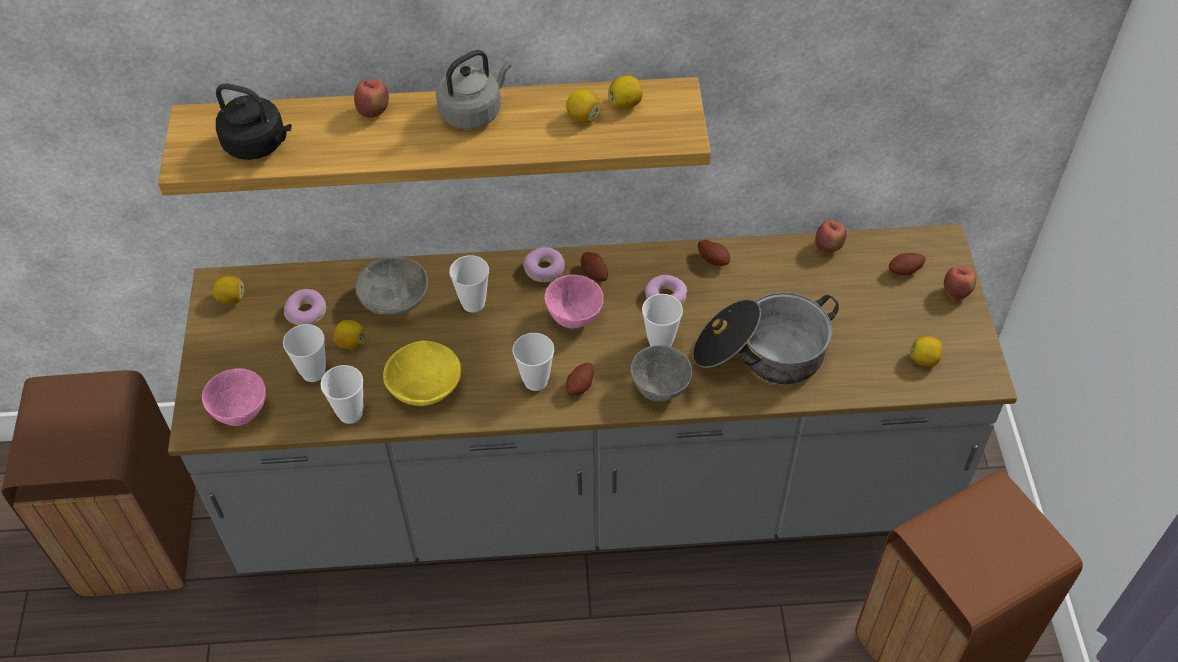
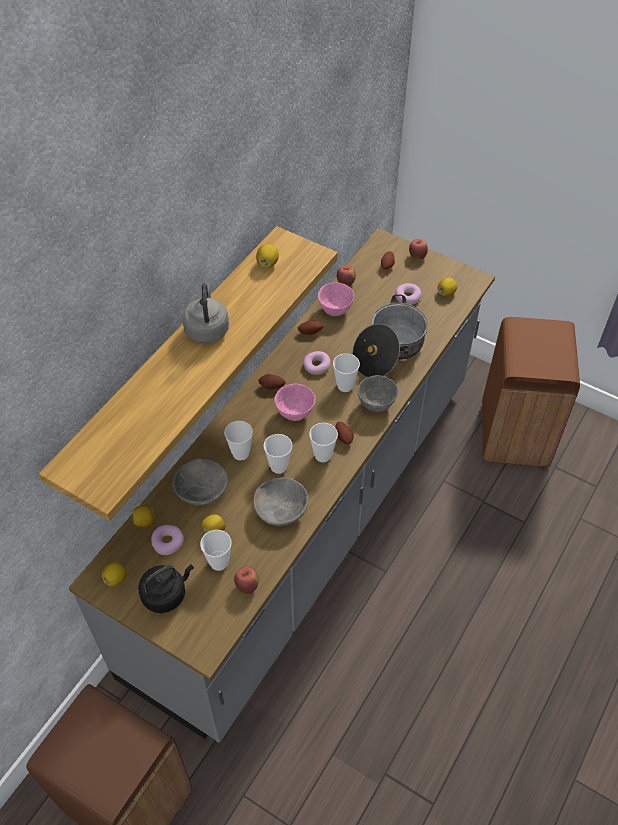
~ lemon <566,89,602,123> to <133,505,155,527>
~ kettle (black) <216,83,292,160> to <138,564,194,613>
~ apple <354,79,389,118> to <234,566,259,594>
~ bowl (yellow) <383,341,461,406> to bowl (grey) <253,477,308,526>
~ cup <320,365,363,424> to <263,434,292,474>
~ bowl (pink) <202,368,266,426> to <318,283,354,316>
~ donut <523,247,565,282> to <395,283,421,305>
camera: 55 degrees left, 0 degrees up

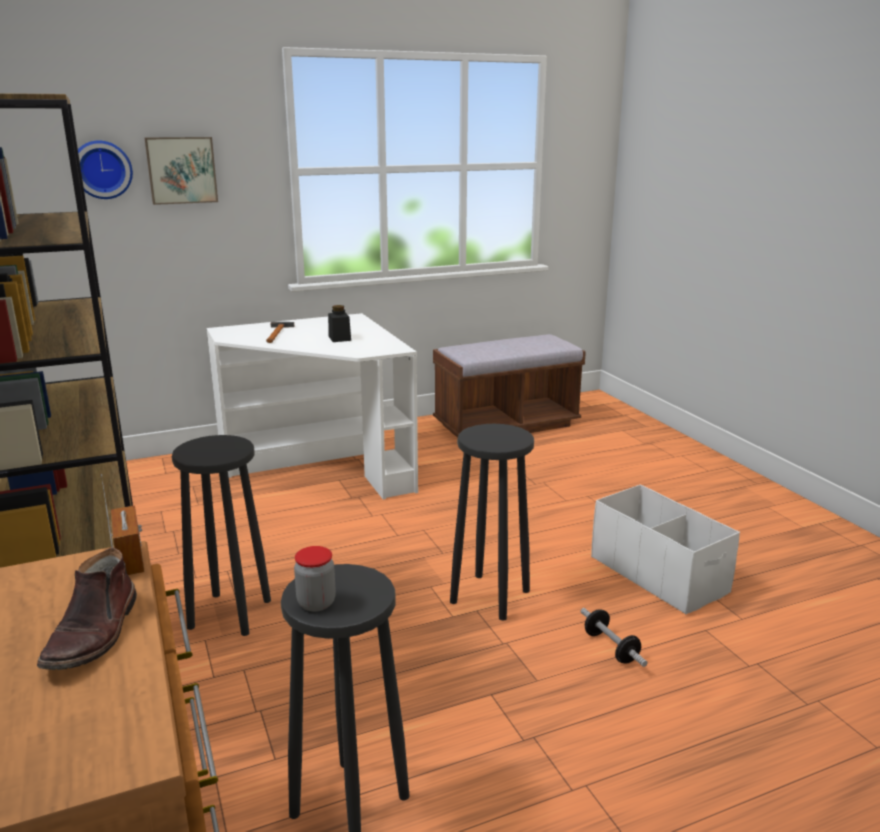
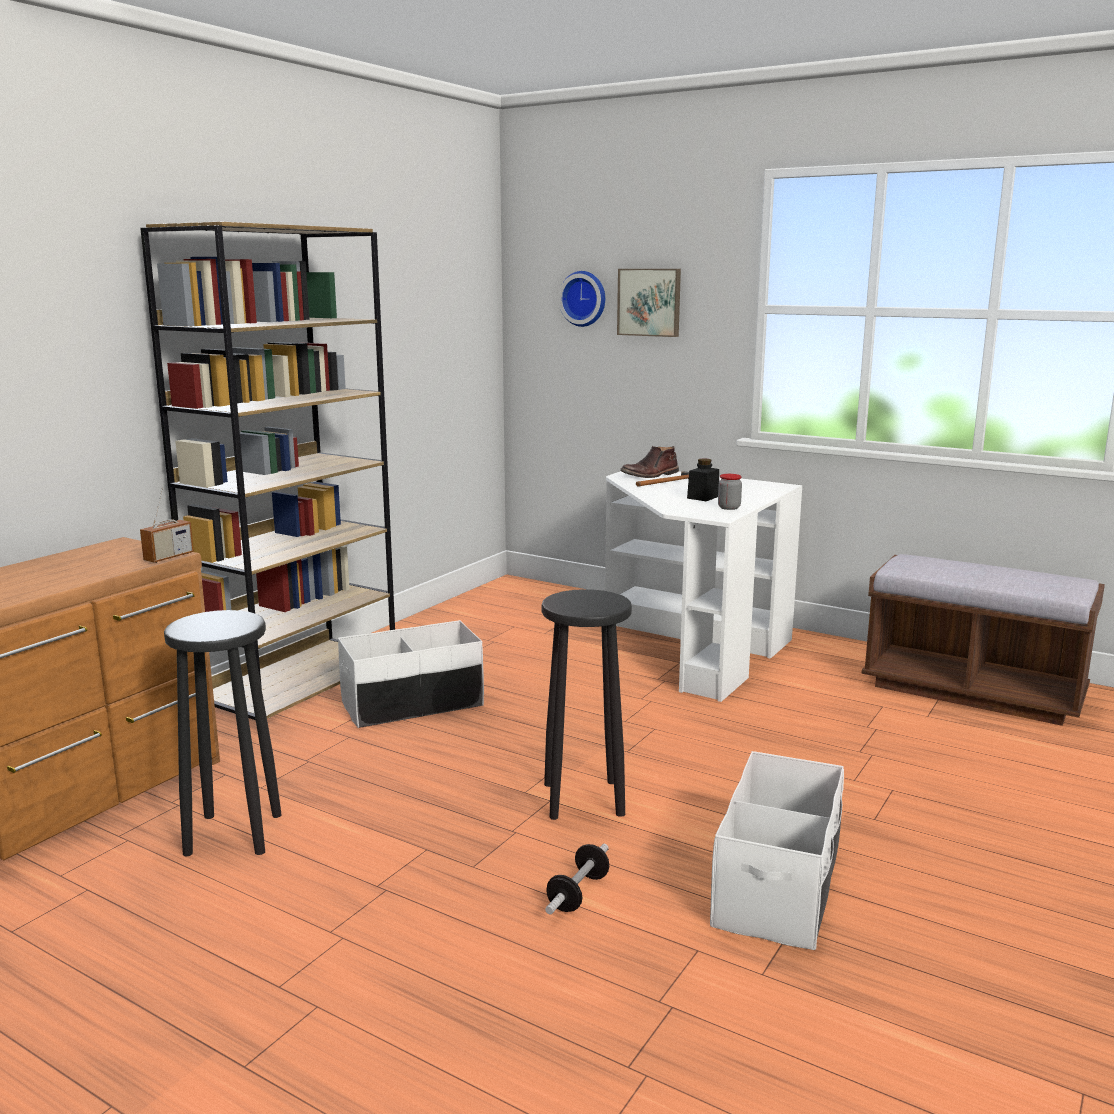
~ stool (black) <172,435,271,636> to storage box (white) <338,620,484,728>
~ boot (brown) <37,548,137,670> to <620,446,679,478>
~ jar <294,546,336,612> to <718,474,742,510>
camera: 55 degrees right, 5 degrees down

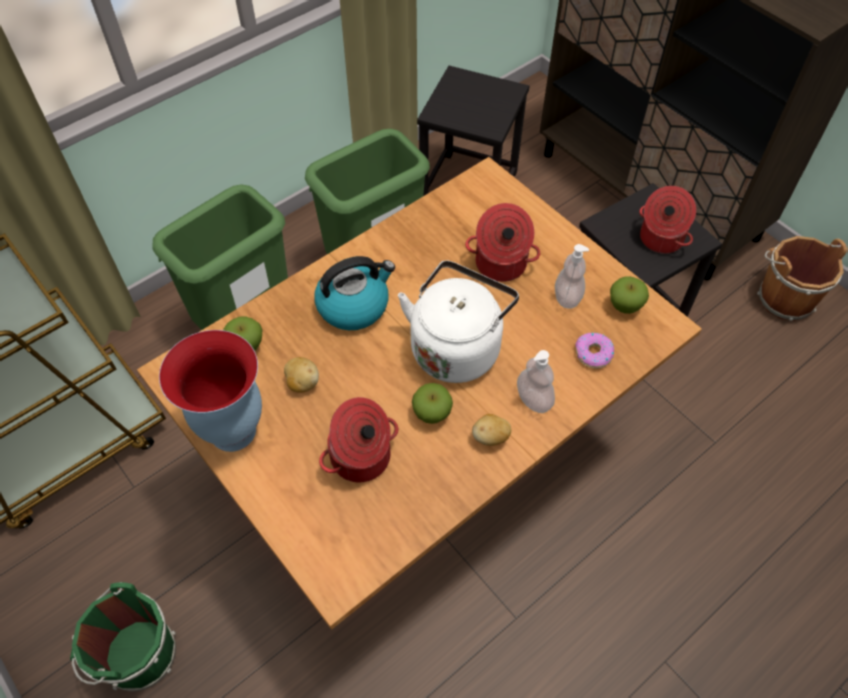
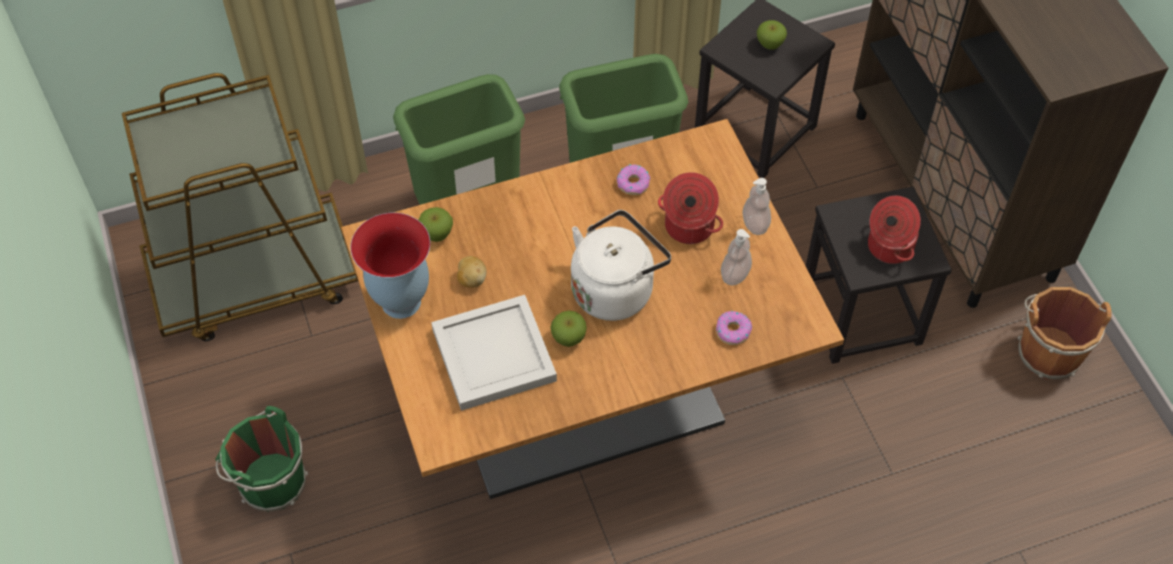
~ cooking pot <319,397,399,482> to tray (white) <431,295,557,411>
+ donut <617,164,650,195>
~ soap dispenser <517,350,555,413> to <742,178,771,235>
~ apple <610,276,649,314> to <757,20,787,50>
- kettle <314,256,395,330>
- potato <472,414,511,446>
camera: 20 degrees right, 0 degrees up

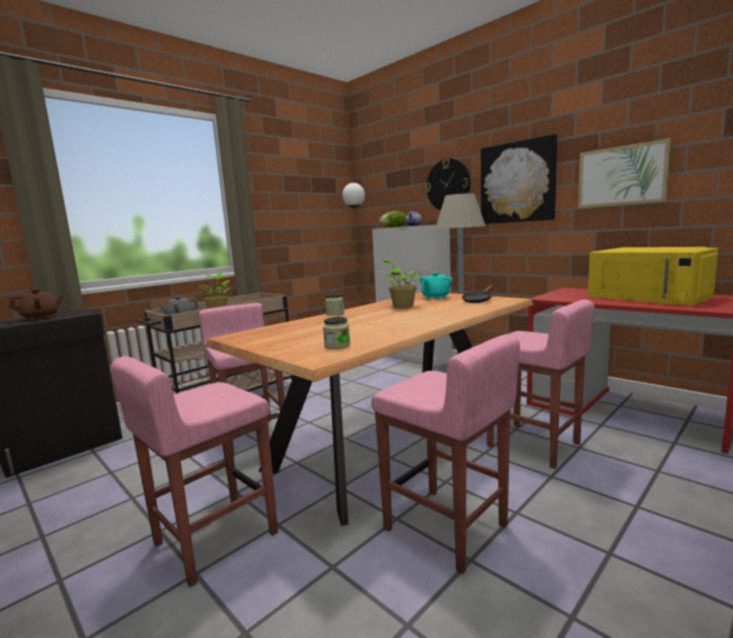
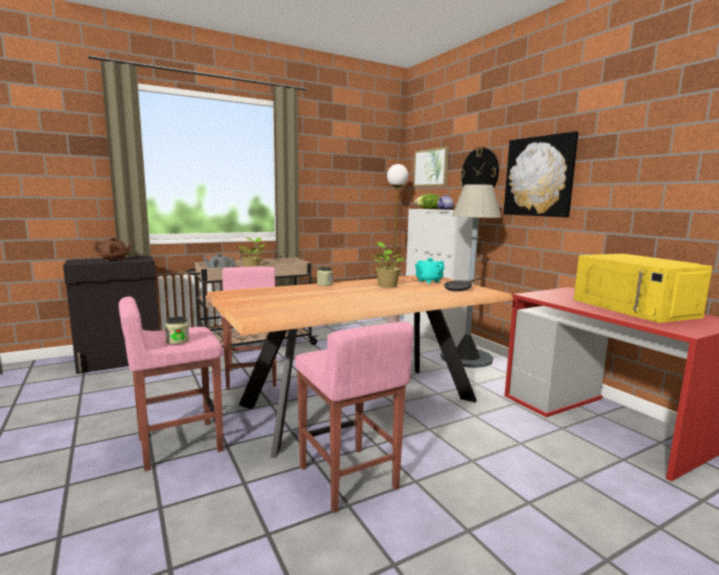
~ jar <323,317,350,349> to <165,316,189,344>
~ picture <578,138,671,208> to <413,147,449,187>
- stool (pink) <487,299,595,469>
camera: 15 degrees right, 0 degrees up

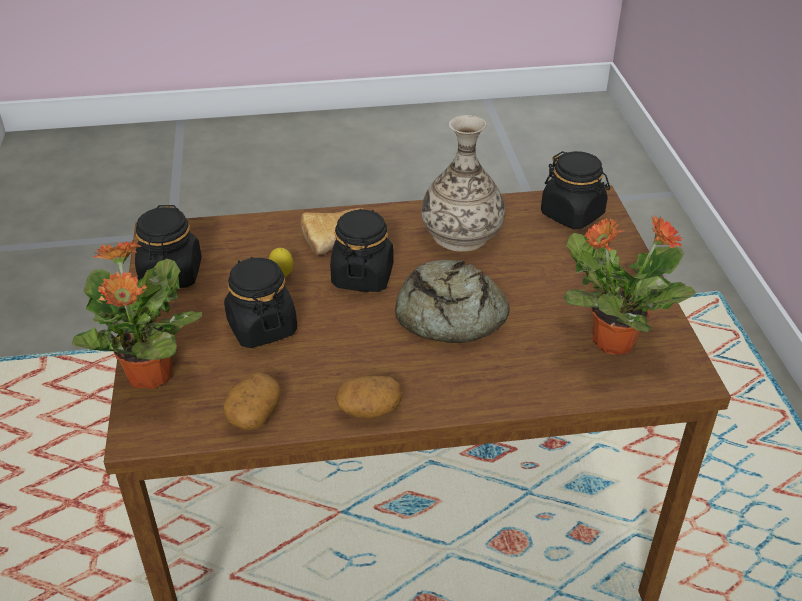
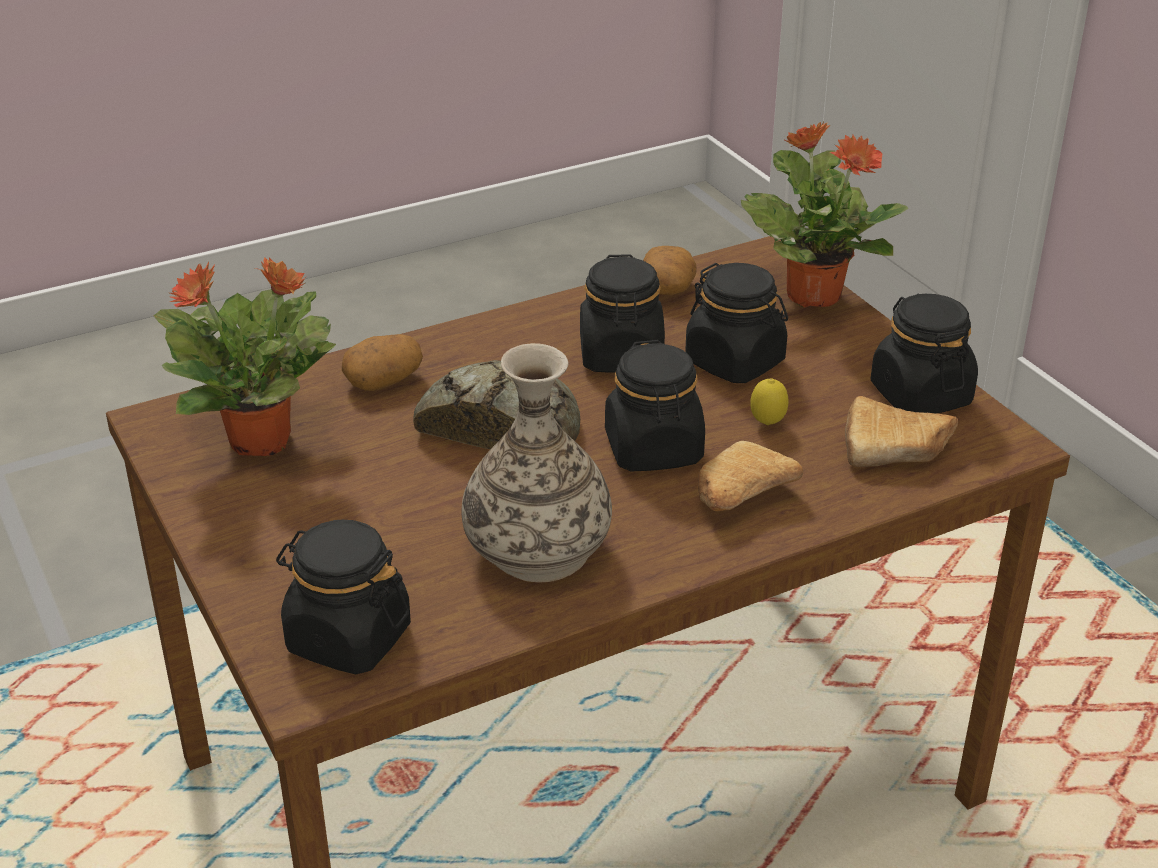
~ potato <335,376,402,419> to <342,334,423,391>
+ jar (black) <580,254,665,373>
+ bread <845,396,958,467>
camera: 160 degrees right, 5 degrees down

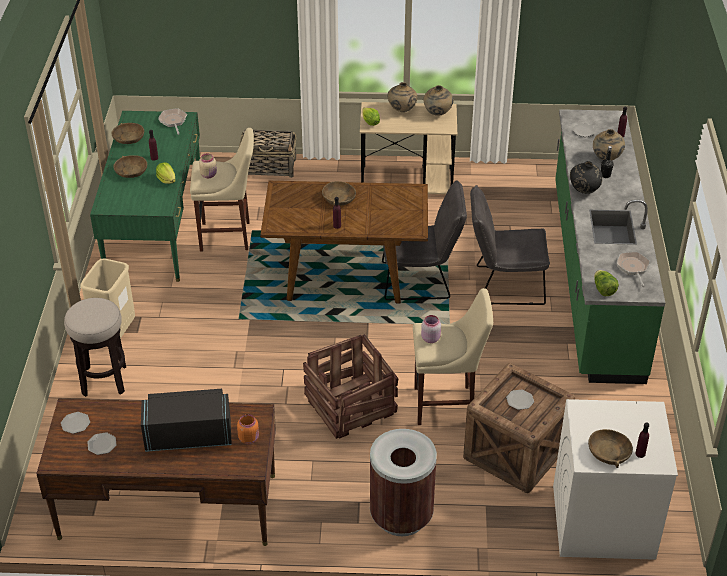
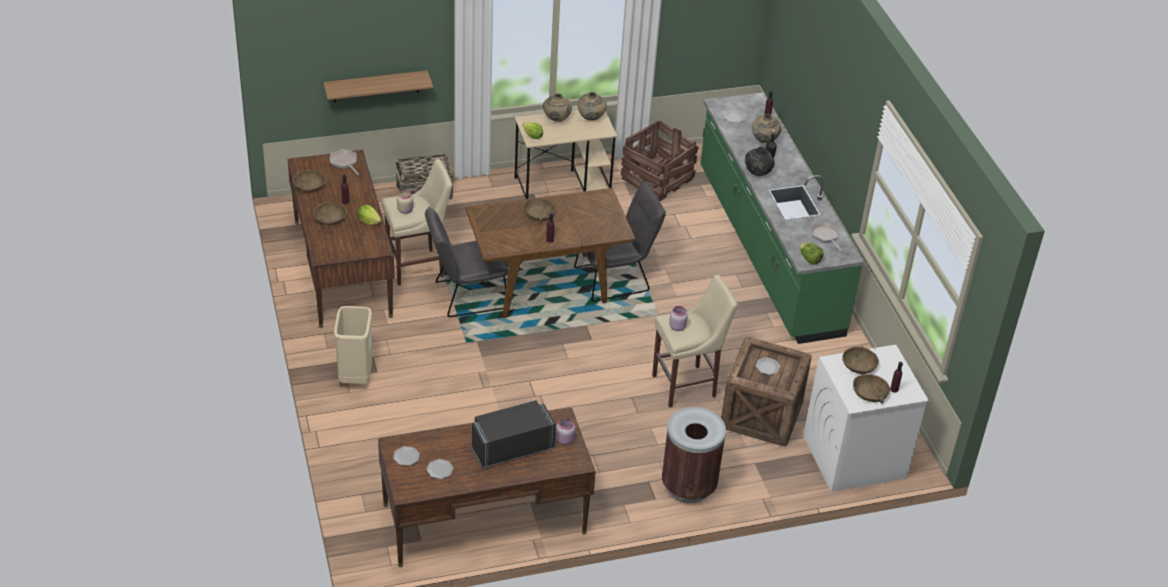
~ desk (green) <90,111,200,282> to desk (brown) <288,150,394,328>
+ shelf <323,70,433,102>
~ chair (grey) <470,185,550,305> to <425,206,508,317>
~ jar (orange) <237,414,259,444> to jar (pink) <556,418,575,445>
~ crate <303,334,398,439> to <621,121,698,201>
+ bowl (brown) <842,345,879,374>
- stool <64,298,126,397>
camera: 20 degrees left, 0 degrees up

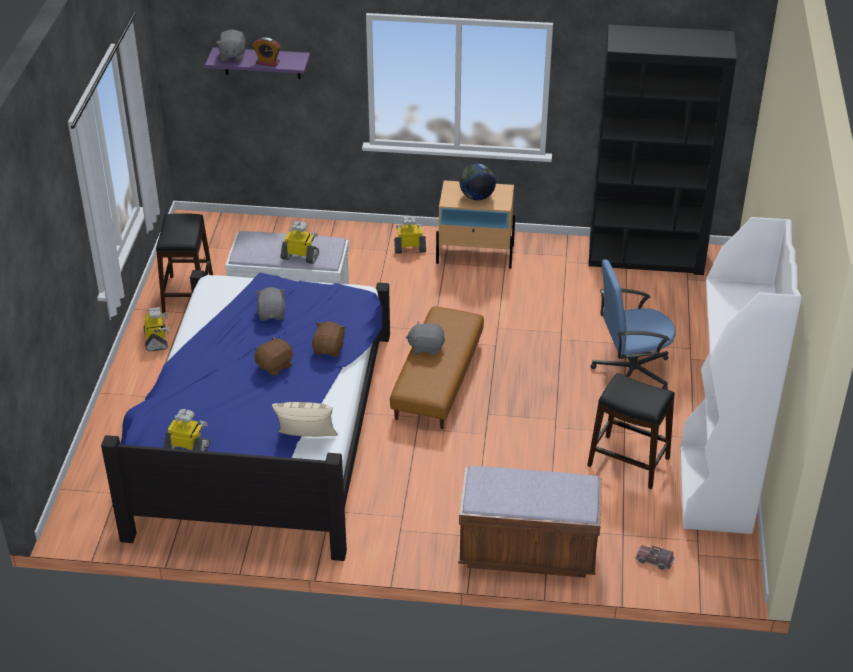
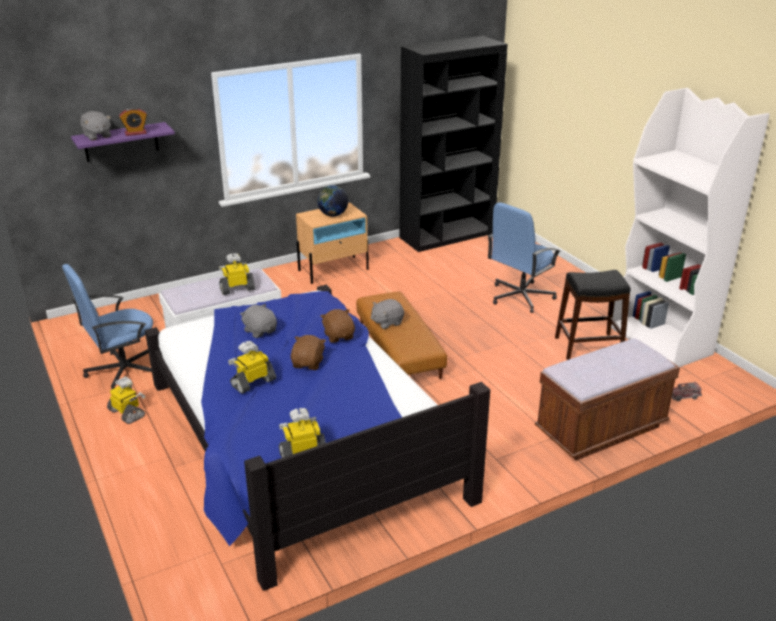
~ stool (black) <156,213,213,314> to office chair (blue) <62,264,153,390>
~ toy robot <394,216,426,254> to <228,341,276,394>
- pillow (beige) <272,402,338,437>
camera: 35 degrees left, 10 degrees down

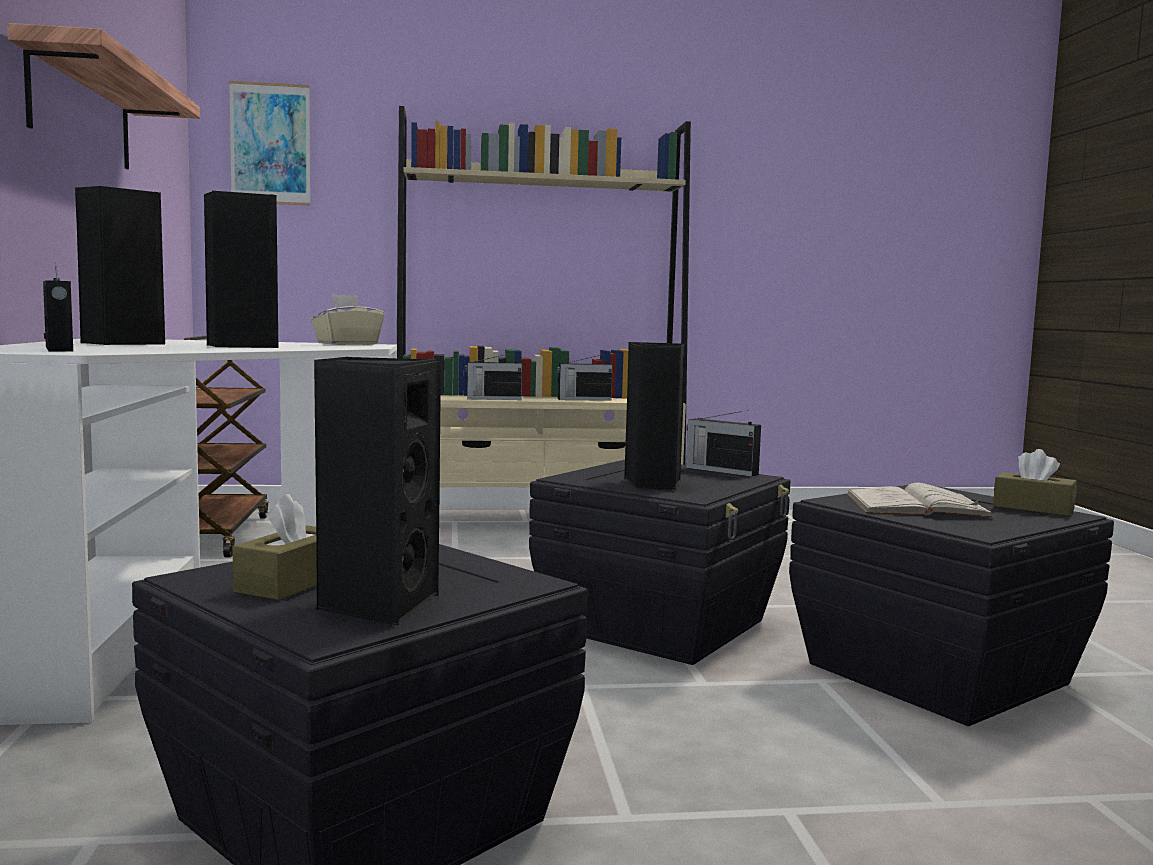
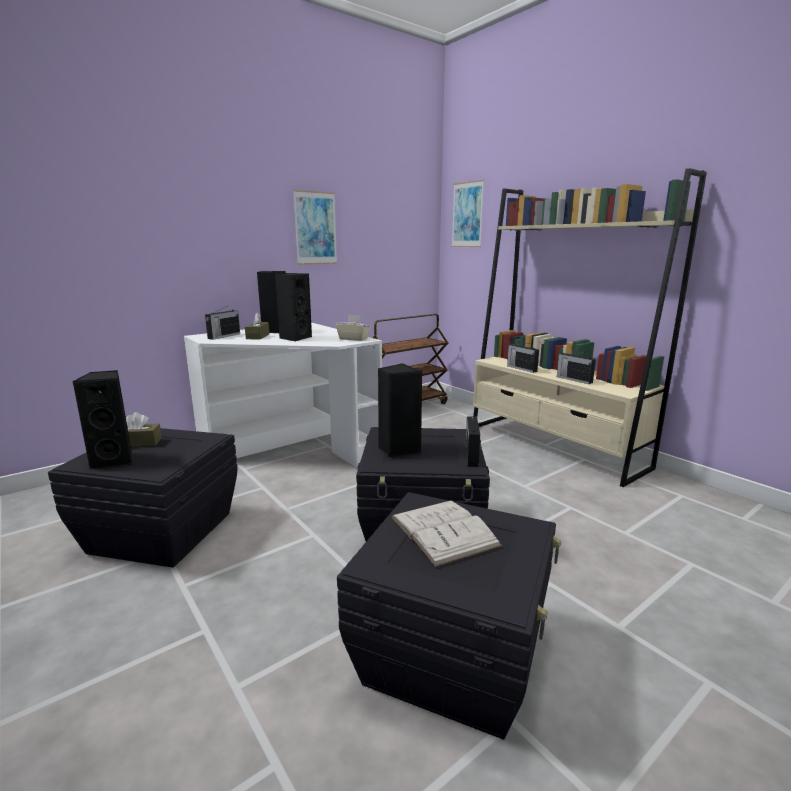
~ tissue box (brown) <993,449,1077,516> to <245,312,270,339>
~ shelf <7,23,200,169> to picture <293,190,337,265>
camera: 60 degrees right, 10 degrees up

